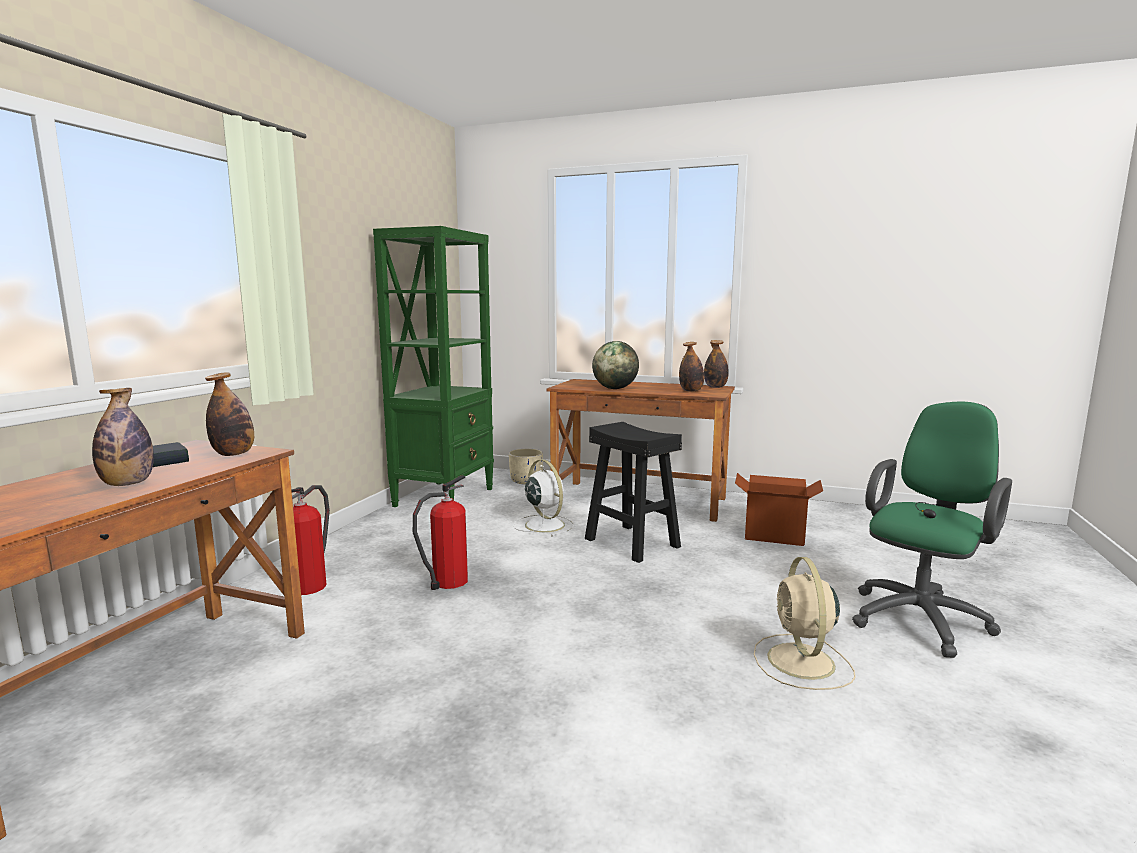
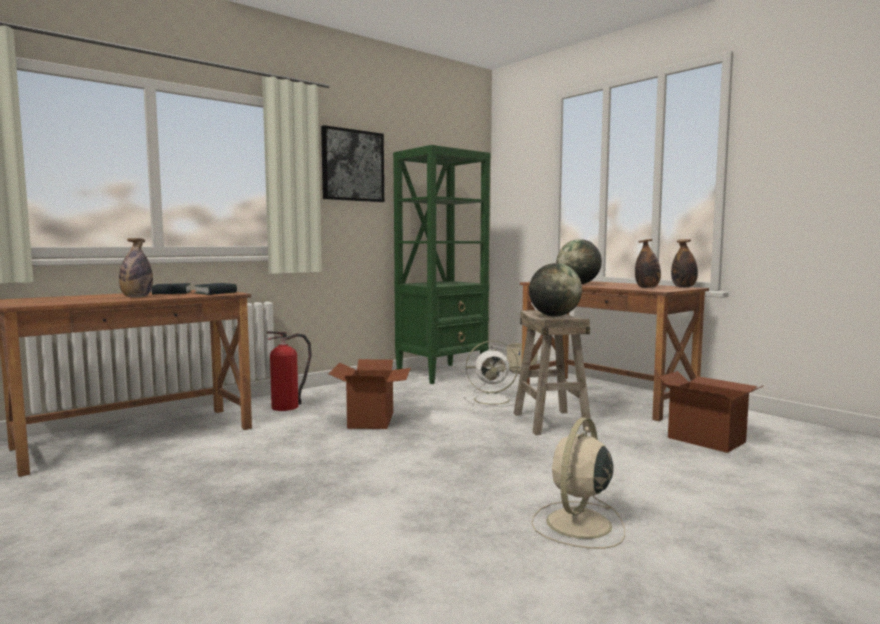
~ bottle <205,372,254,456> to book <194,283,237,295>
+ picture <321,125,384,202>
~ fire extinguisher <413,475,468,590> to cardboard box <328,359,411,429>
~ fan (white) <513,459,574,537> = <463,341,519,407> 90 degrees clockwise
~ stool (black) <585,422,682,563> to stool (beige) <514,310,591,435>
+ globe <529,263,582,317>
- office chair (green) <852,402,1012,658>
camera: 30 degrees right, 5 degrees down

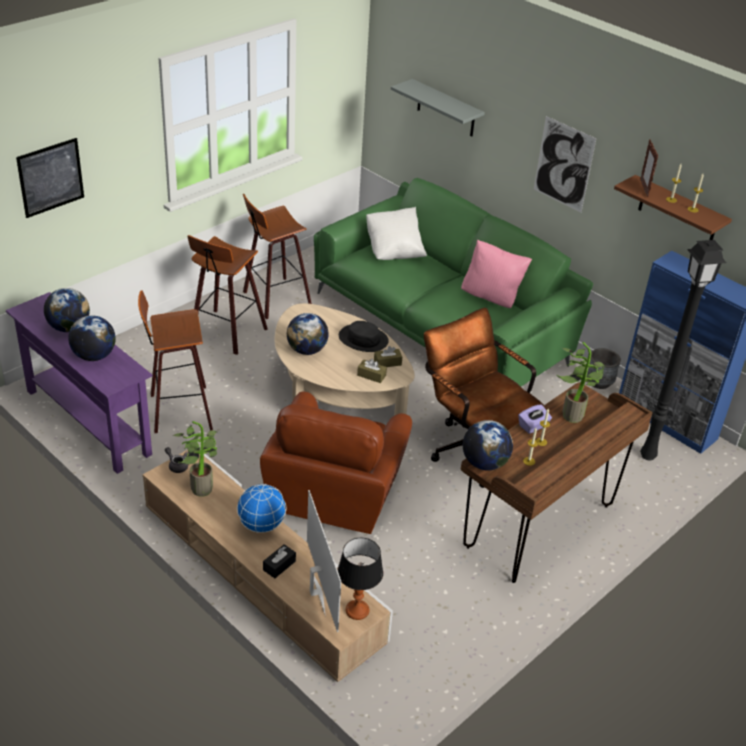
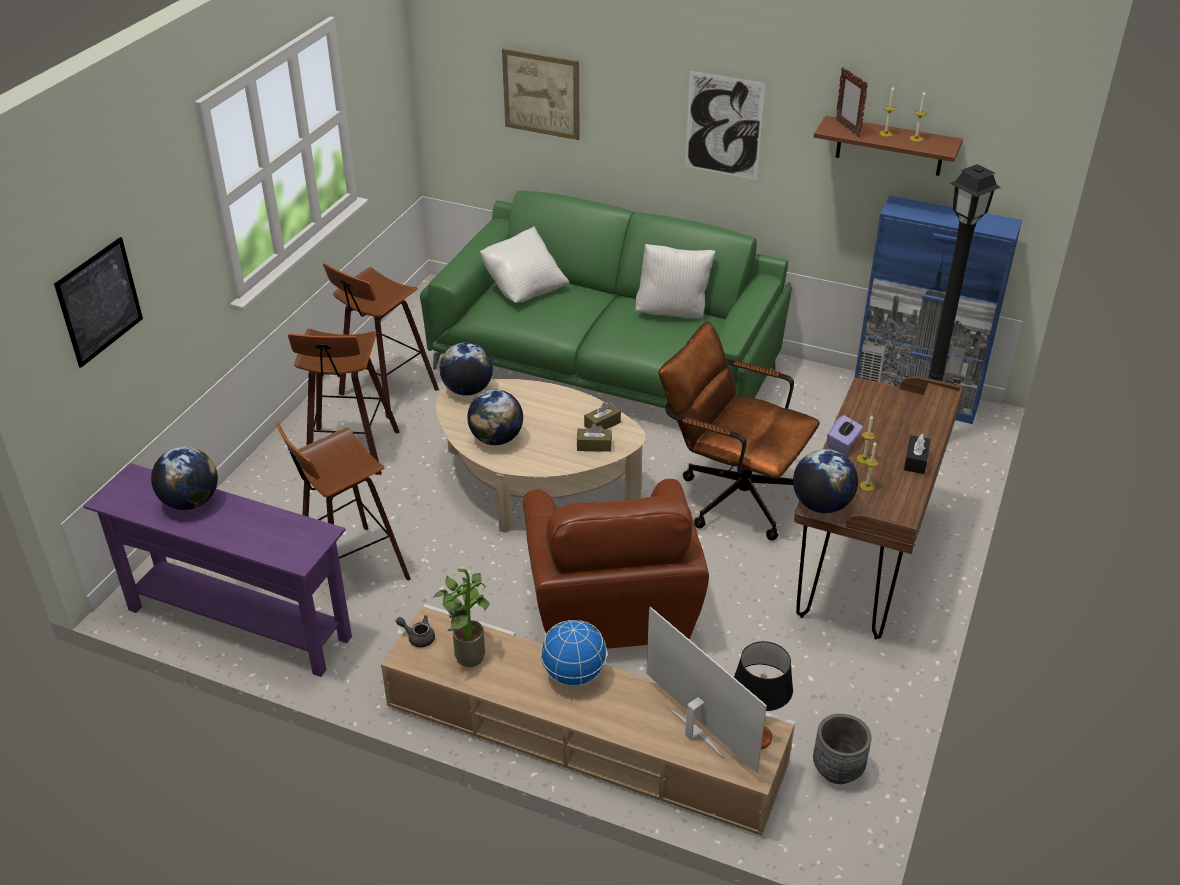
~ globe <68,315,116,361> to <439,342,493,396>
~ shelf (grey) <391,79,485,136> to picture <502,48,580,140>
~ pillow (pink) <461,240,532,308> to pillow (white) <636,244,715,319>
~ planter (grey) <587,348,621,389> to <813,714,871,784>
~ tissue box (black) <263,544,296,578> to <904,434,931,474>
- hat (black) <339,321,389,352>
- potted plant <556,342,605,423>
camera: 20 degrees left, 0 degrees up

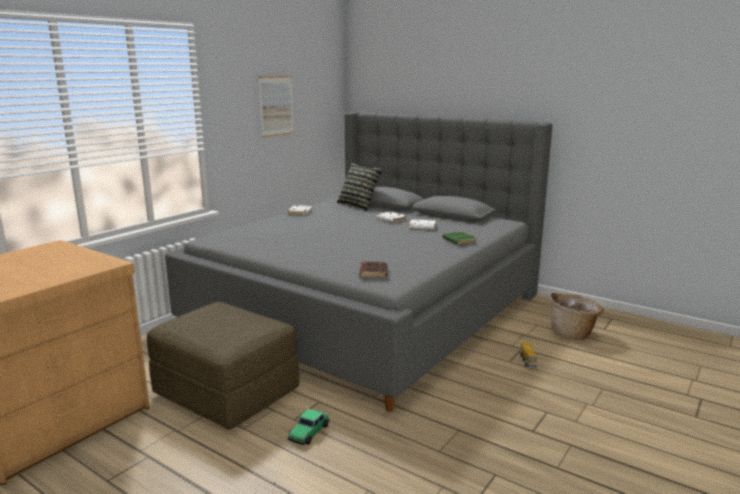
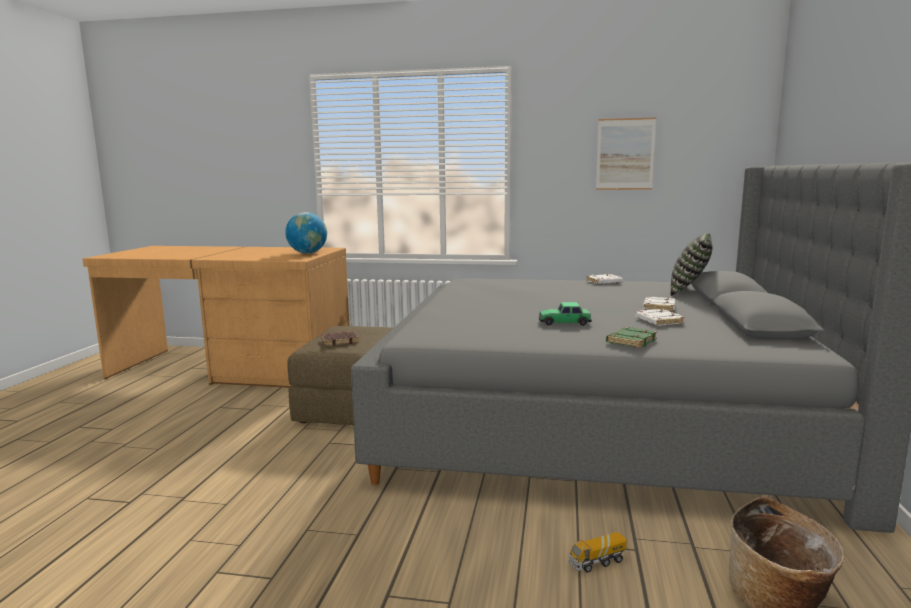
+ globe <285,212,327,253>
~ book (brown) <359,261,387,278> to <321,331,358,346>
~ toy car <288,409,330,445> to <539,302,592,326>
camera: 65 degrees right, 5 degrees down

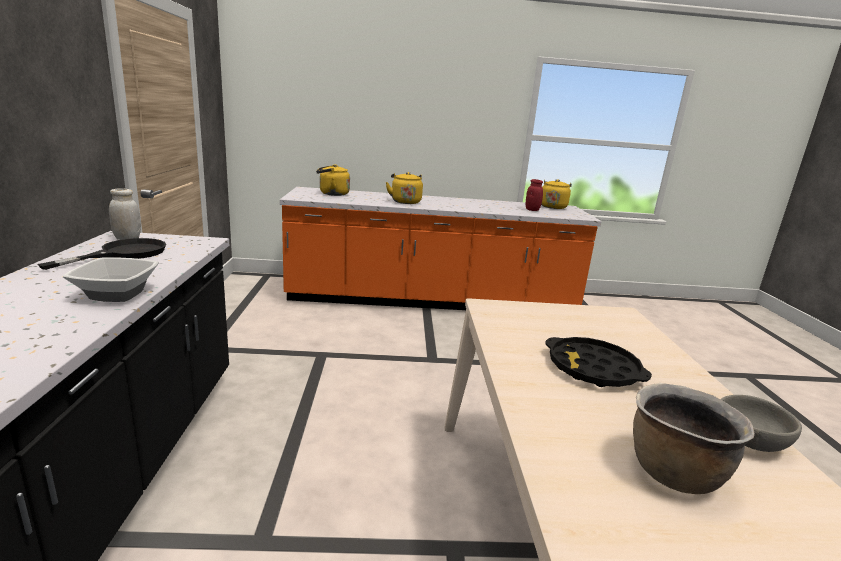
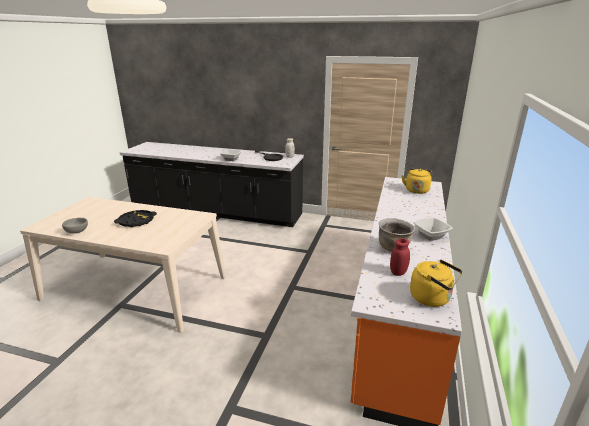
~ cooking pot (brown) <633,383,755,494> to <379,218,415,252>
+ bowl <413,217,453,241>
- kettle (yellow) <386,172,423,204>
camera: 110 degrees right, 5 degrees up

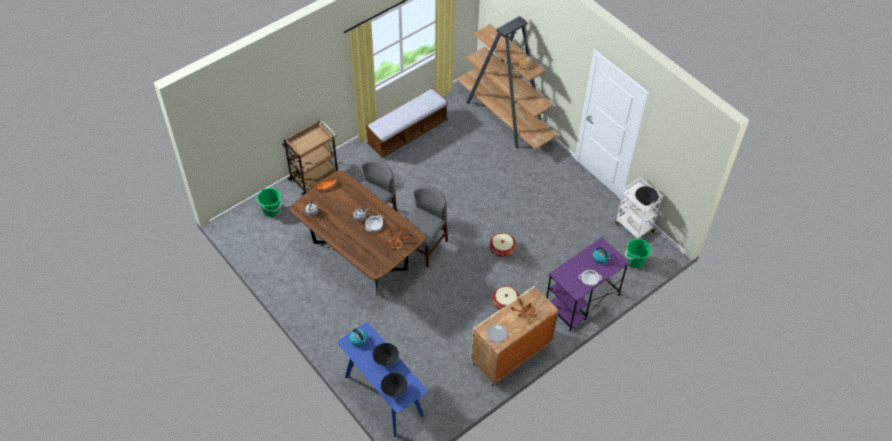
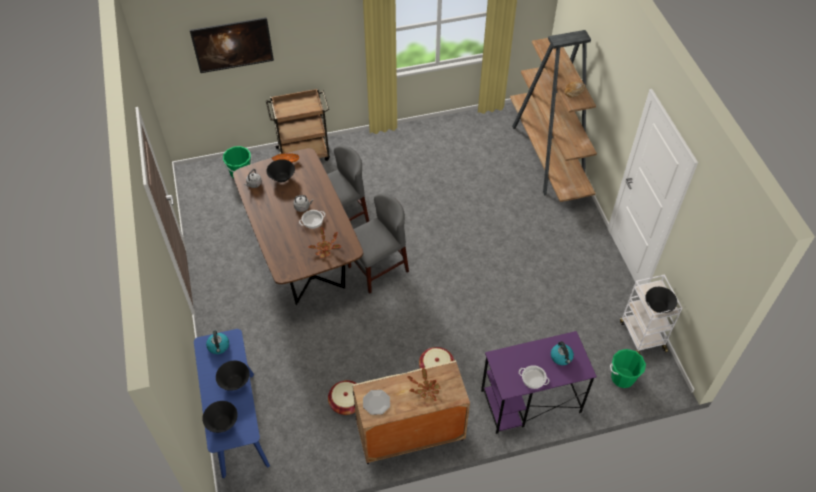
+ picture <190,17,274,73>
+ bowl (black) <266,159,295,182>
~ basket <489,233,516,257> to <328,380,357,415>
- bench <366,88,448,158>
camera: 25 degrees right, 0 degrees up

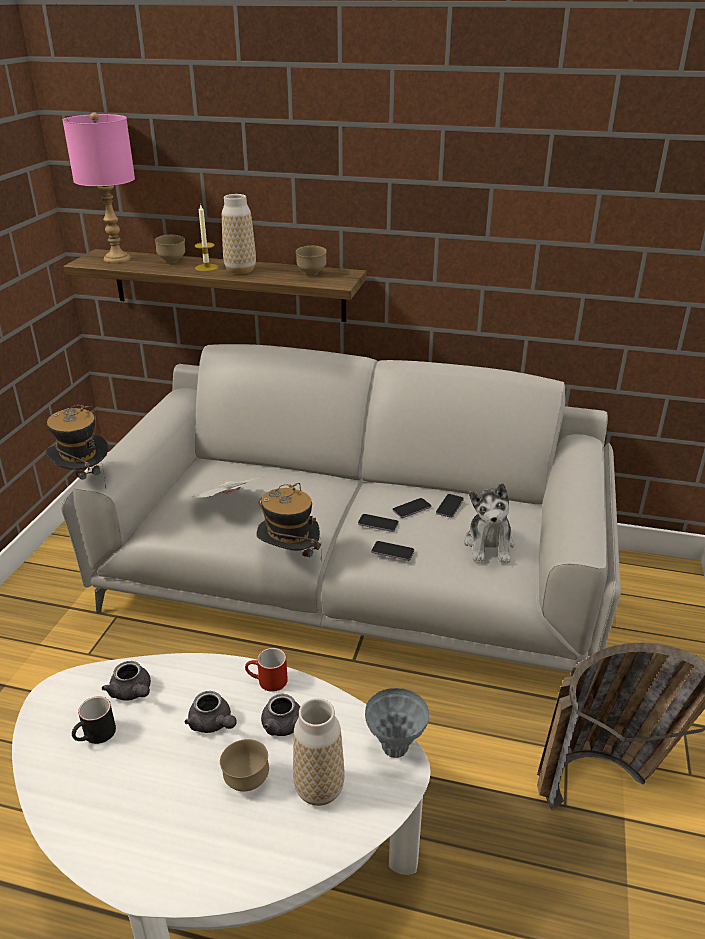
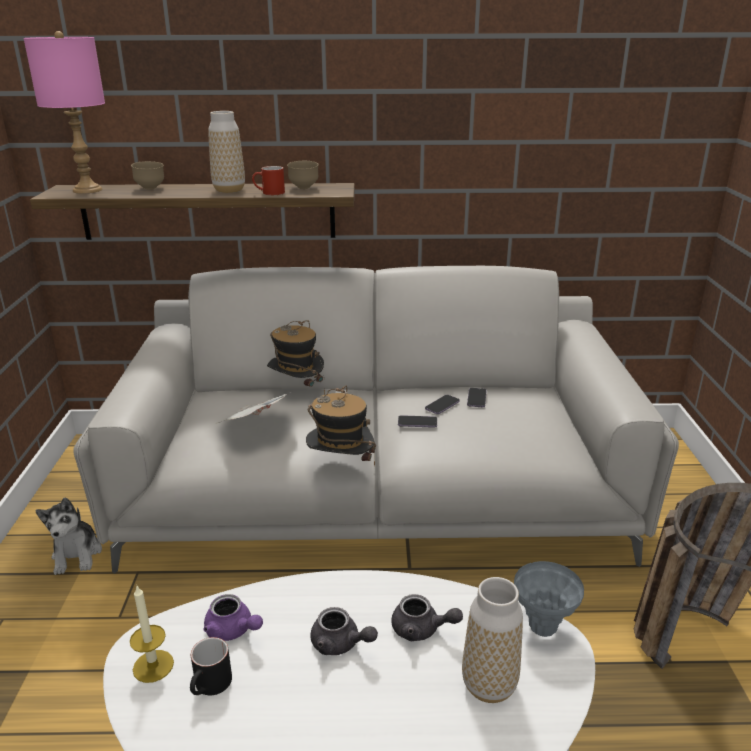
~ plush toy <464,483,514,563> to <35,497,102,575>
~ candle <195,203,218,272> to <130,586,174,683>
~ teapot (grey) <102,661,151,701> to teapot (purple) <203,594,263,641>
~ mug (red) <245,648,288,692> to <252,166,285,195>
~ hat <46,405,108,488> to <267,320,325,395>
- bowl (brown) <220,739,269,792>
- phone <372,541,414,561>
camera: 15 degrees left, 5 degrees down

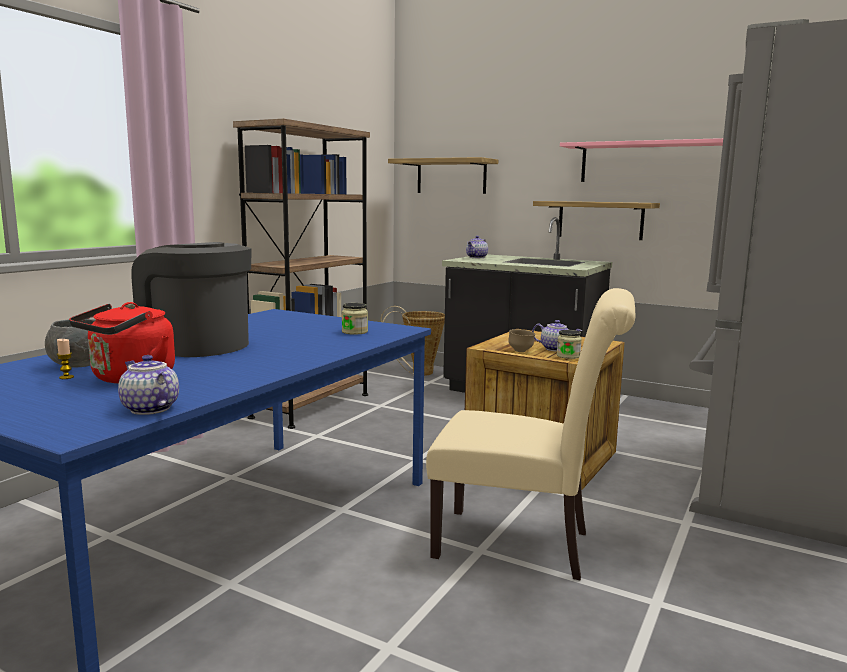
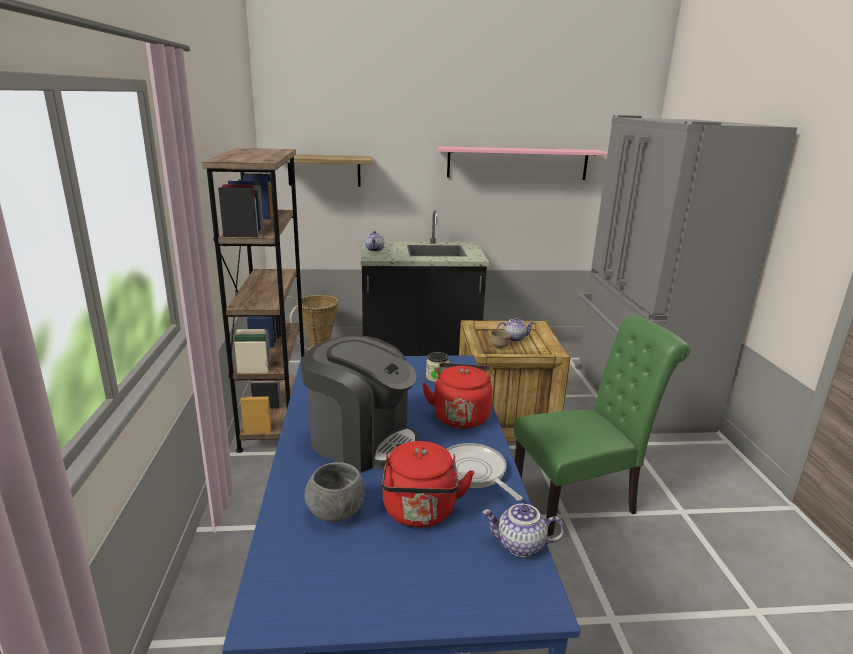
~ coffee machine <131,242,251,357> = <301,335,418,473> 150 degrees counterclockwise
+ kettle (red) <422,363,493,429>
+ frying pan <446,443,523,501>
~ chair (beige) <426,288,635,581> to chair (green) <514,316,690,536>
- candle <57,339,74,379>
- shelf <533,201,660,240>
- jar <557,330,582,359>
camera: 35 degrees left, 10 degrees up

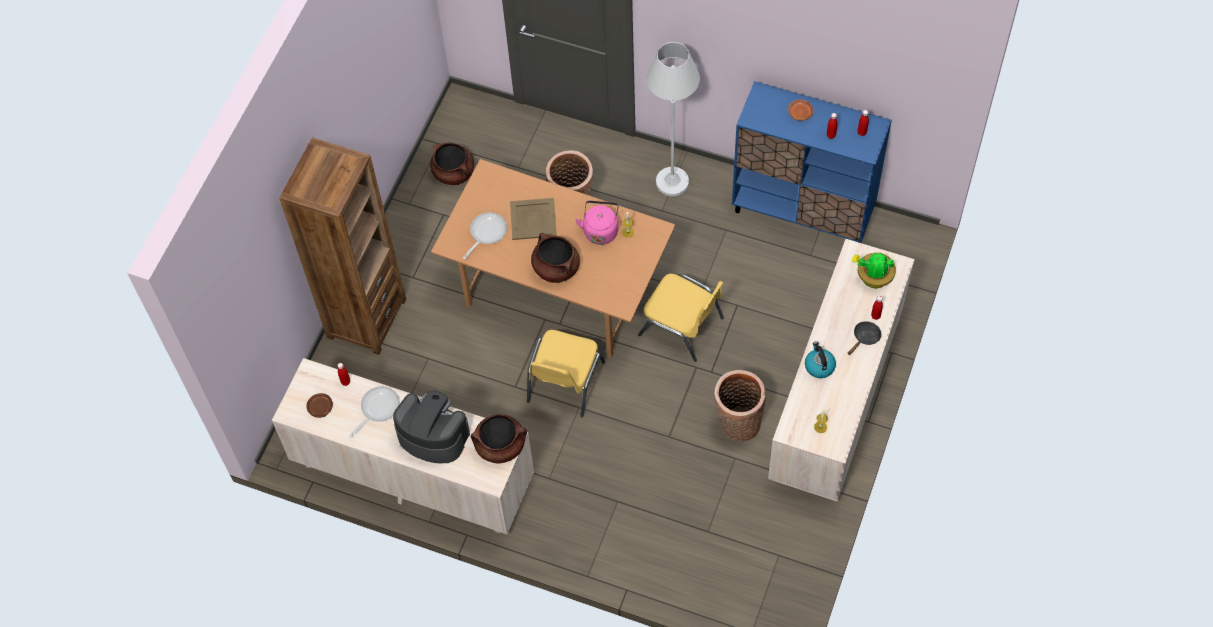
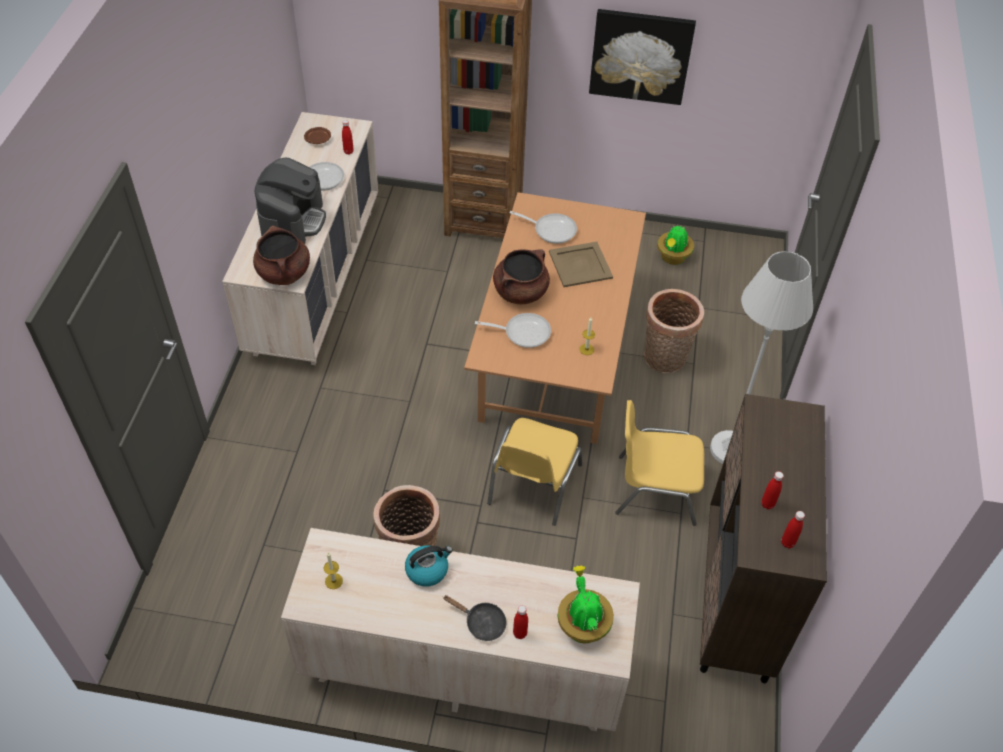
+ frying pan <475,313,551,348>
+ picture <589,9,696,105>
~ chair (yellow) <527,330,605,417> to <615,400,704,526>
~ cooking pot (brown) <430,143,474,185> to potted plant <657,224,694,265>
~ cabinet (blue) <732,81,892,243> to cabinet (brown) <700,394,827,683>
- kettle (pink) <575,201,619,245>
- plate (brown) <788,100,814,121>
camera: 75 degrees right, 10 degrees down

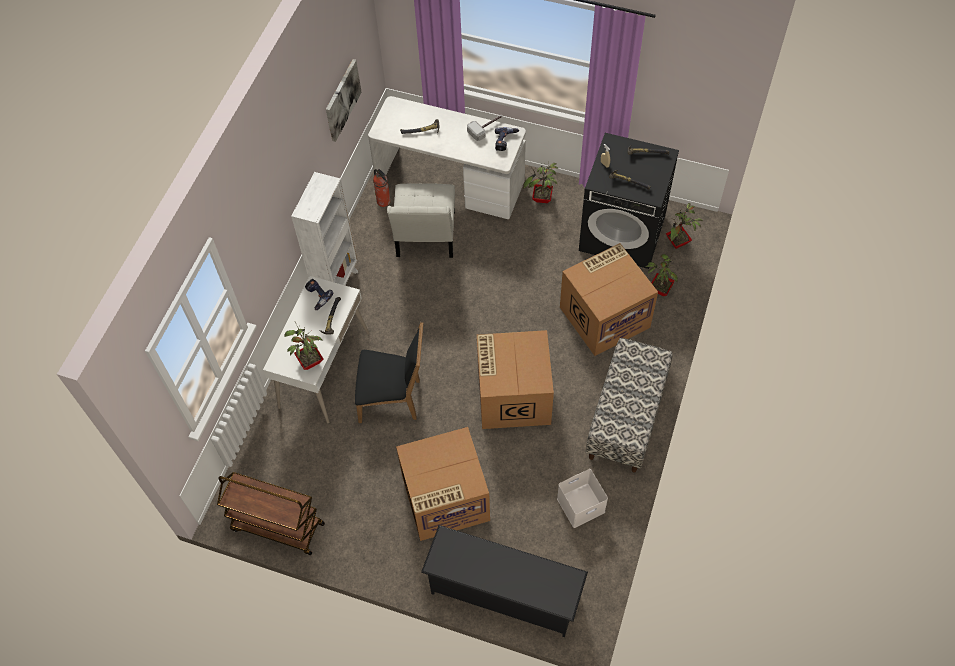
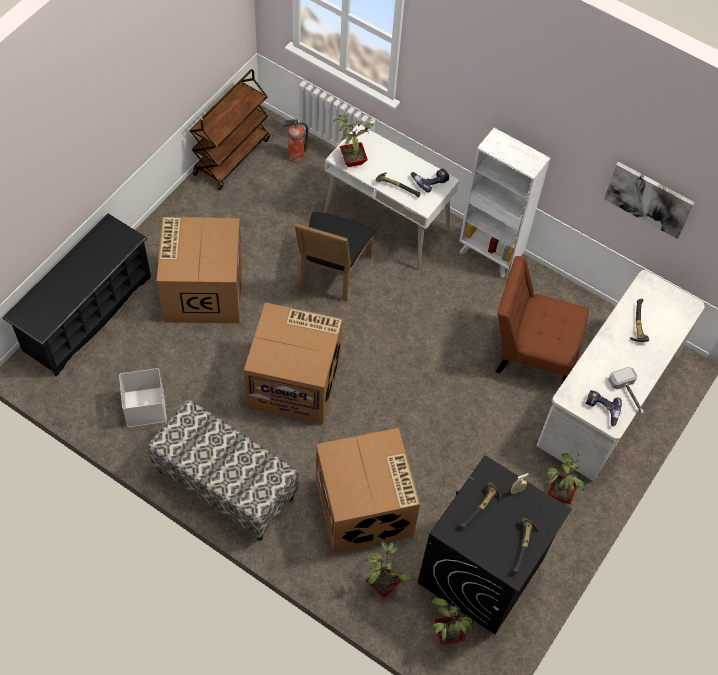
~ fire extinguisher <373,169,391,207> to <282,119,308,163>
~ chair (white) <387,183,455,258> to chair (brown) <496,256,589,385>
camera: 100 degrees right, 0 degrees up

